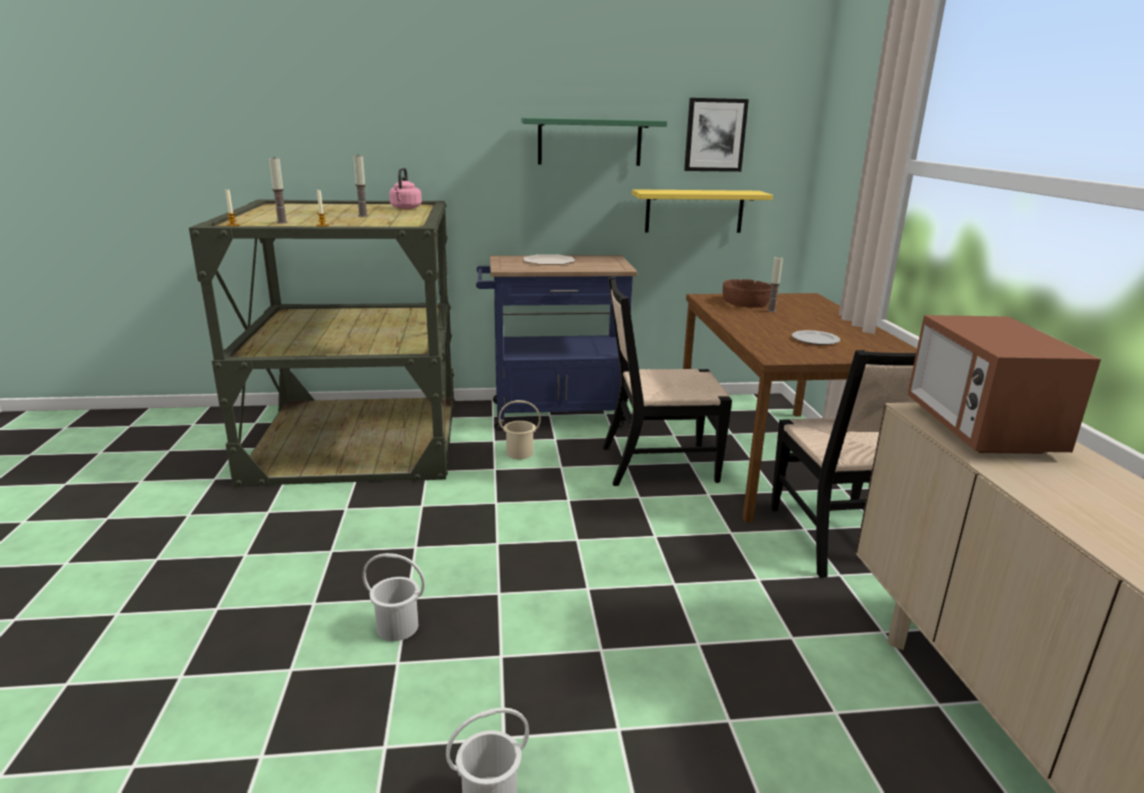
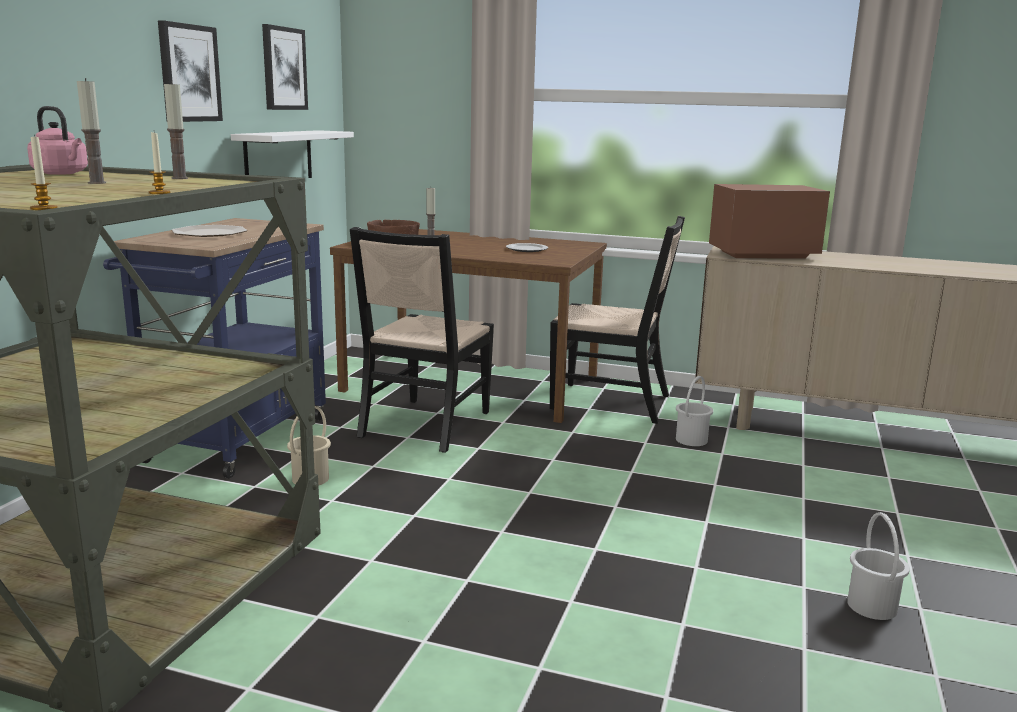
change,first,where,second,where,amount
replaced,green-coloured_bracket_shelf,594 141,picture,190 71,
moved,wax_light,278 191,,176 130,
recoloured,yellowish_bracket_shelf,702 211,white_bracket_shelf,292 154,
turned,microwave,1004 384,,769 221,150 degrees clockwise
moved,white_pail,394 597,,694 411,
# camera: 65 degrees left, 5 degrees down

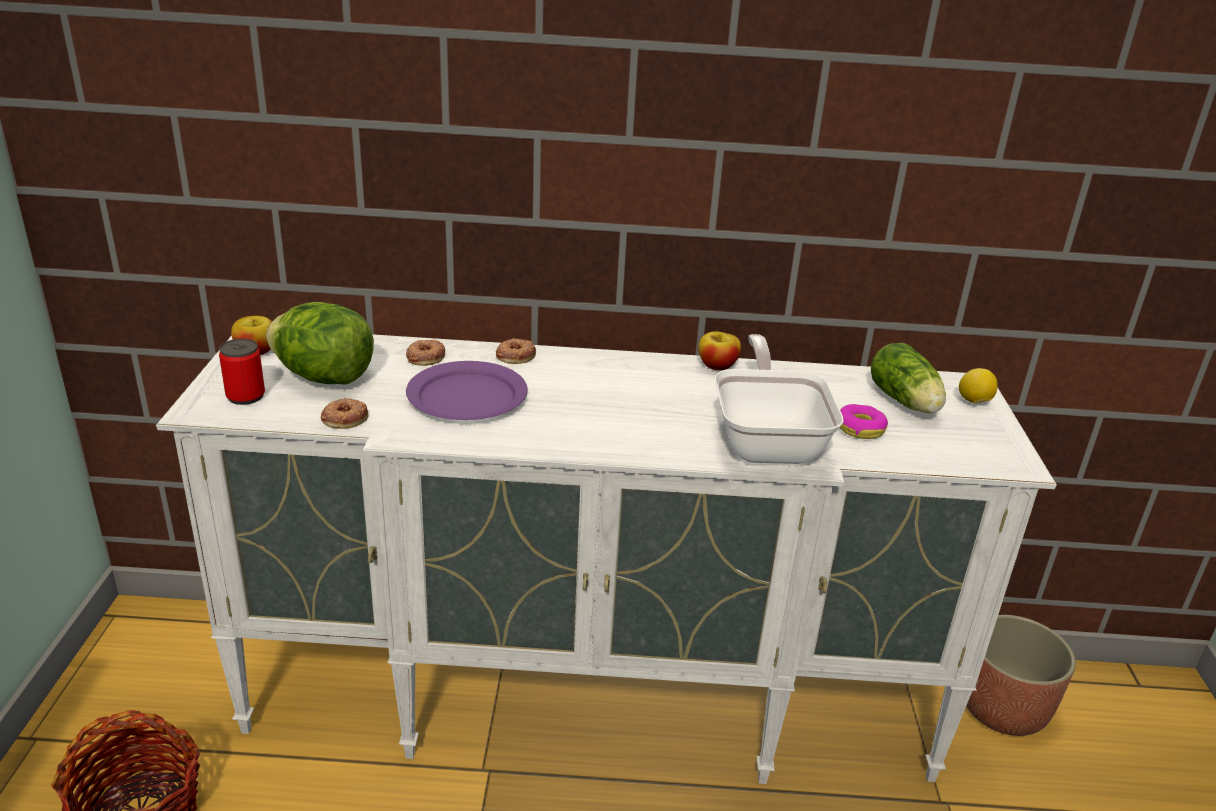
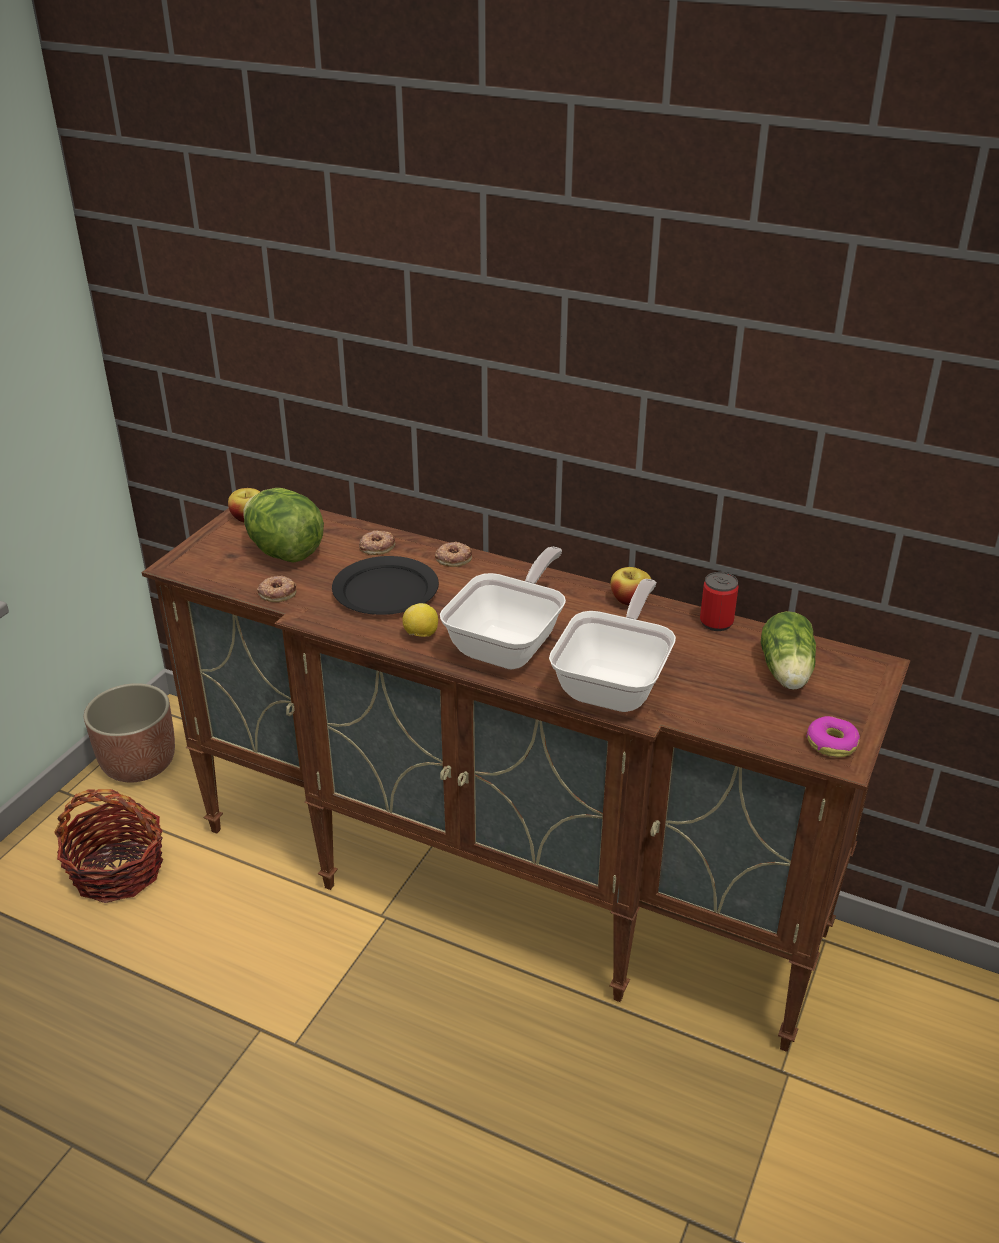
change,first,where,second,where,amount
recoloured,white_cupboard,606 559,brown-coloured_cupboard,526 780,
moved,sealed_can,242 372,,719 601,
recoloured,purplish_flat_dish,467 390,black_flat_dish,385 585,
moved,lemon,978 385,,420 620,
moved,doughnut,864 421,,833 736,
moved,flower_pot,1021 675,,129 732,
added,,,pan,503 608,
# camera: 25 degrees right, 5 degrees up

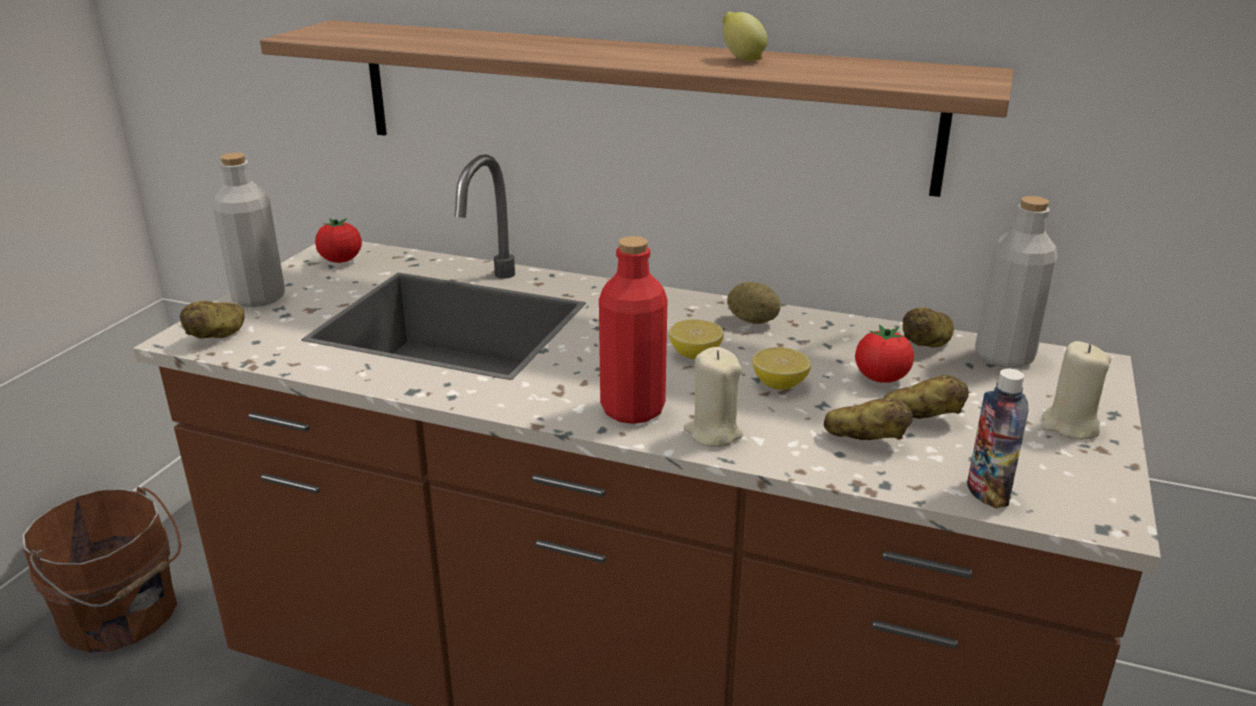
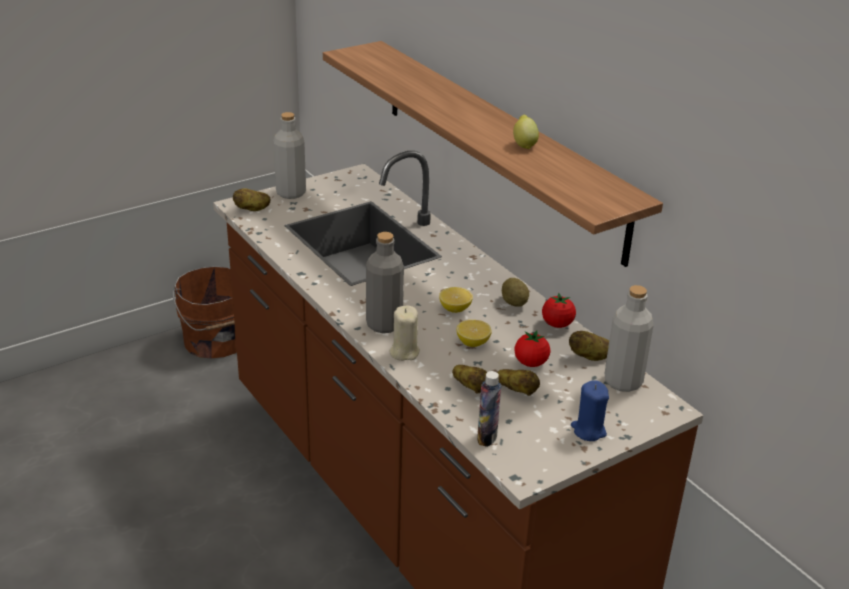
change,first,where,second,where,amount
moved,whole_tomato,338 240,,559 310,
recoloured,red-coloured_beverage_bottle,633 330,grey_beverage_bottle,385 282,
recoloured,beige_wax_light,1076 390,bluish_wax_light,590 411,
# camera: 35 degrees right, 5 degrees up

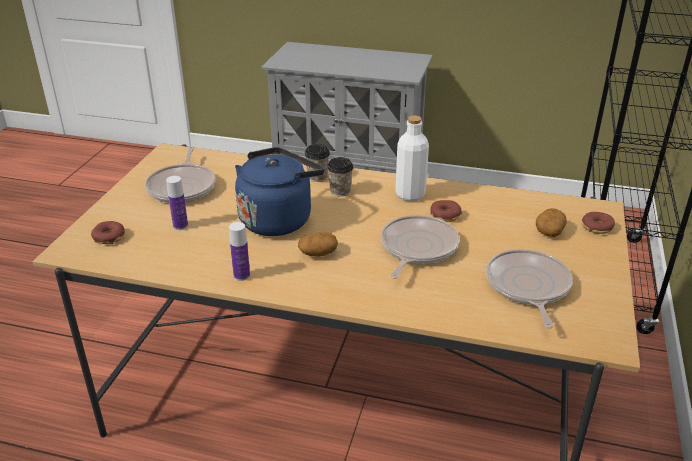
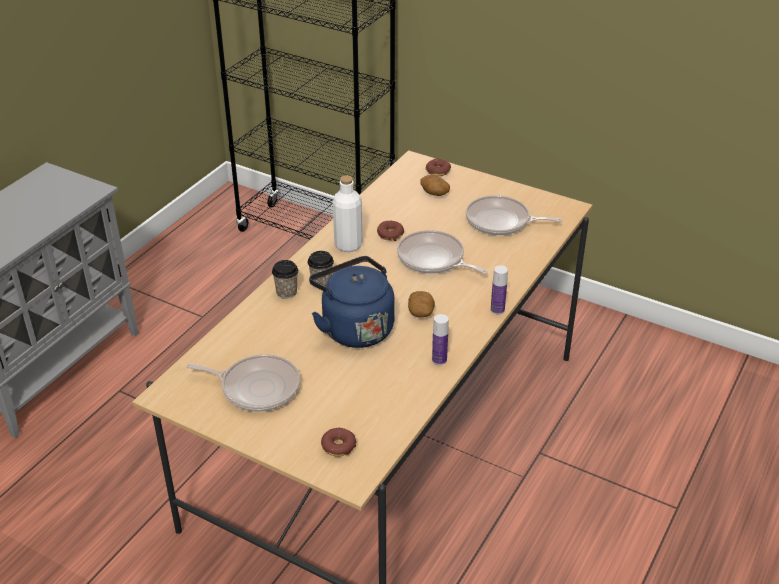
change,first,where,second,where,amount
moved,beverage_bottle,177 203,,499 290,
# camera: 75 degrees left, 5 degrees up

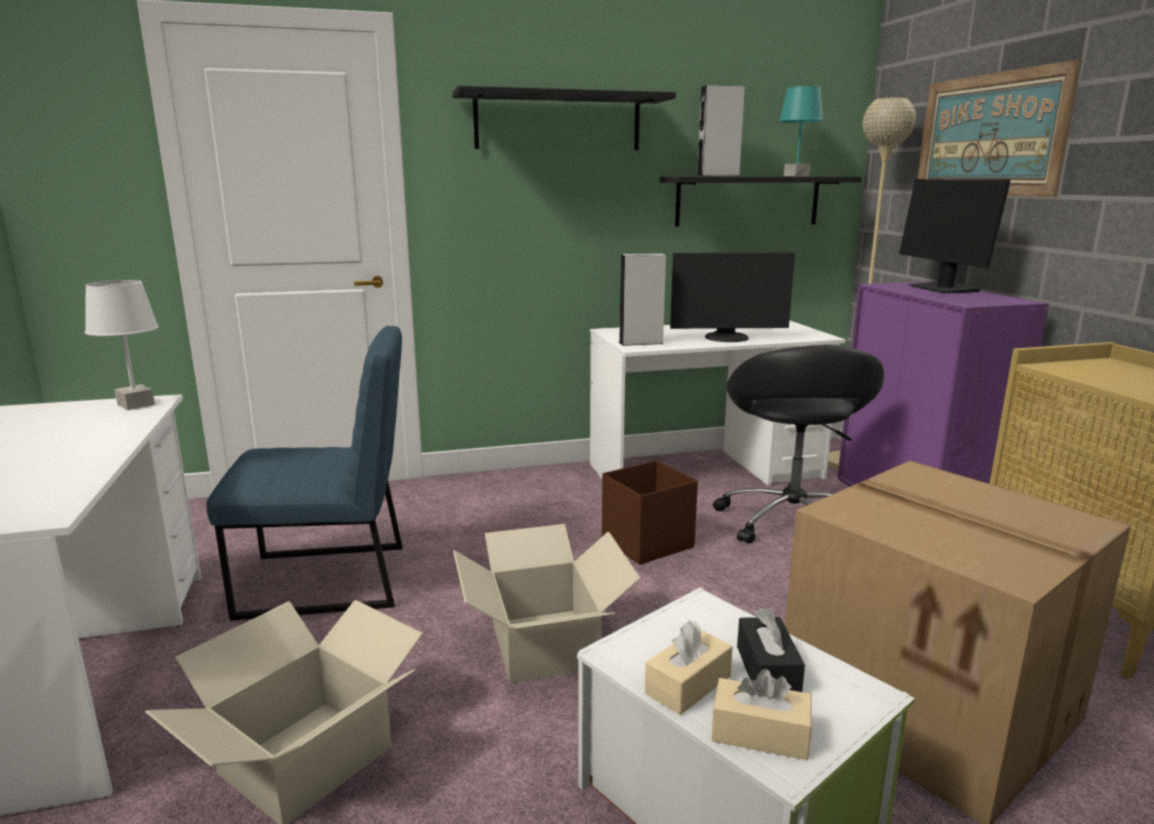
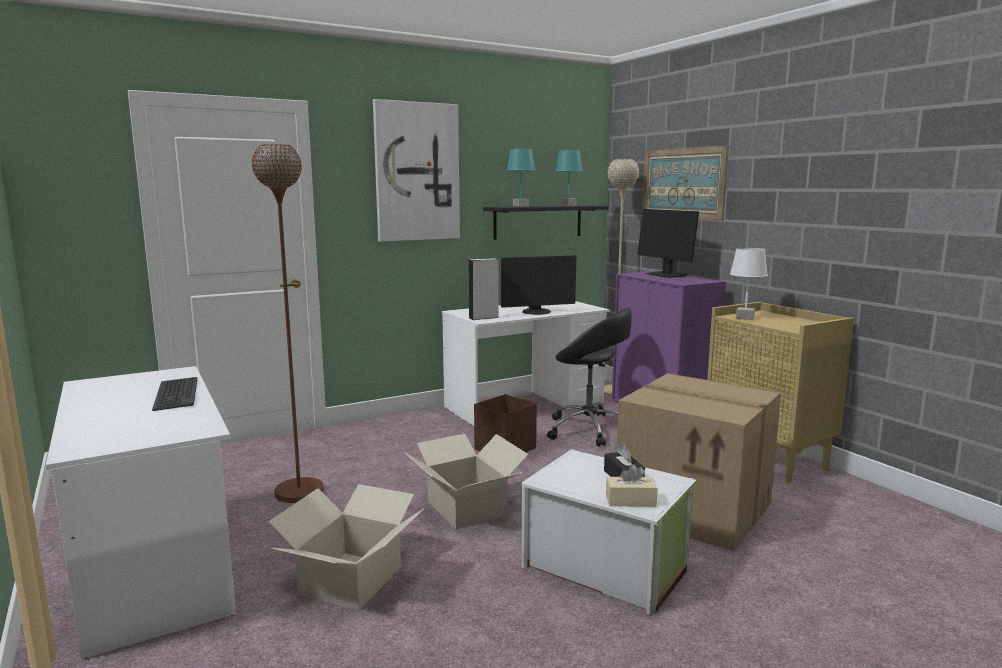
change,first,where,second,where,amount
replaced,grey_speaker,721 130,blue-green_tabletop_lamp,521 178,
replaced,black_bracket_shelf,564 118,picture,416 170,
moved,white_tabletop_lamp,122 345,,749 284,
replaced,bluish_plain_chair,305 473,brown-coloured_floor_lamp,288 323,
turned,black_computer_chair,798 444,,589 377,45 degrees counterclockwise
removed,beige_tissue_holder,689 667,,,
added,,,keyboard,175 394,
# camera: 15 degrees left, 5 degrees down

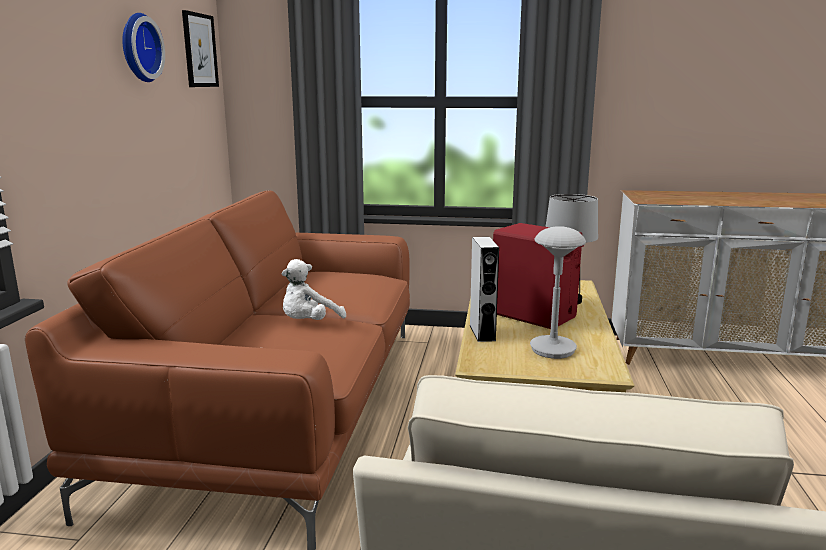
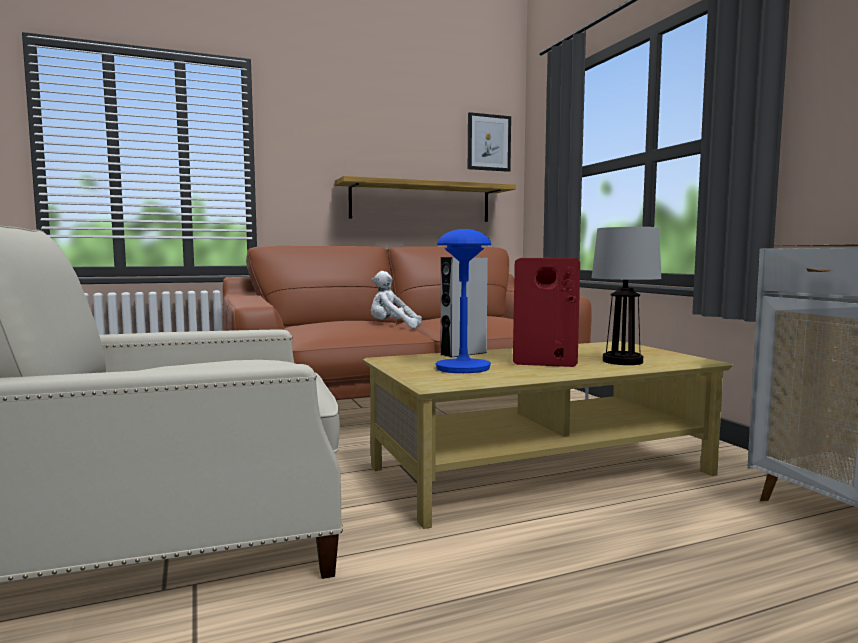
change,first,where,second,where,amount
removed,clock_on_the_wall,143 47,,,
recoloured,grey_tabletop_lamp,558 292,bluish_tabletop_lamp,463 301,
added,,,bracket_shelf,425 199,
# camera: 60 degrees right, 10 degrees down

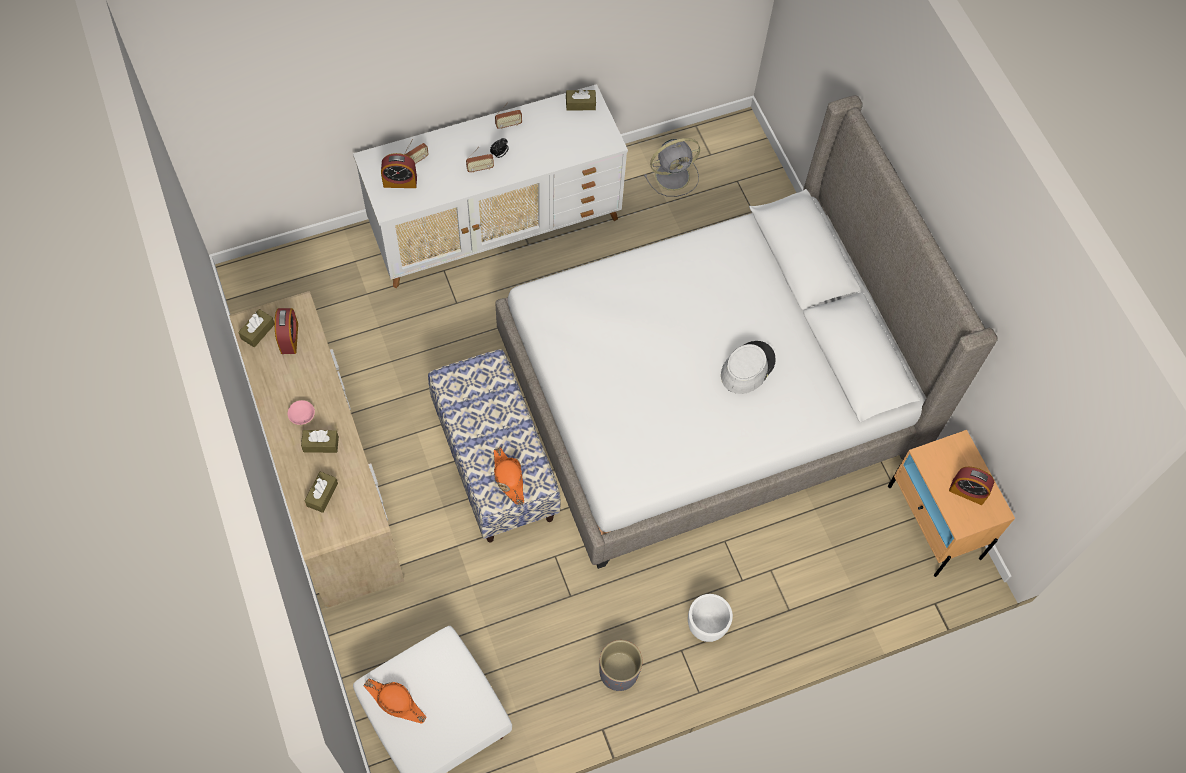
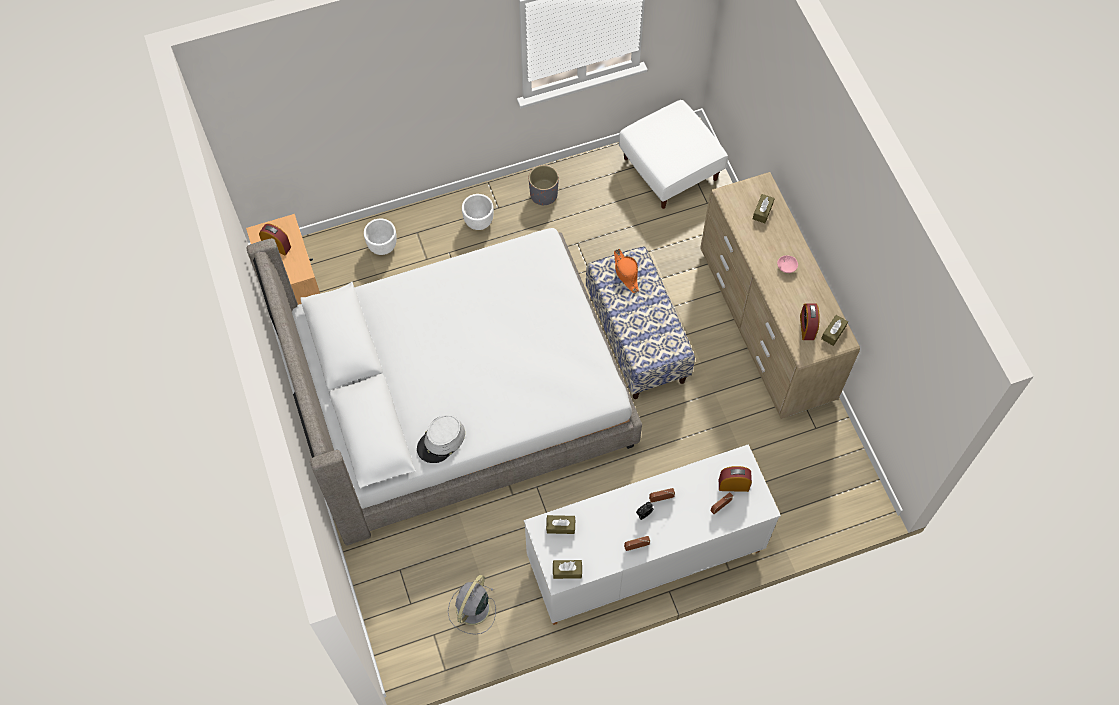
change,first,where,second,where,amount
turned,grey_cooling_fan,672 167,,472 605,45 degrees counterclockwise
moved,grey_hat,748 367,,441 439,
moved,brown-coloured_tissue_holder,320 441,,560 524,
removed,orangey_hat,395 701,,,
added,,,white_flower_pot,380 236,
# camera: 175 degrees left, 0 degrees up

